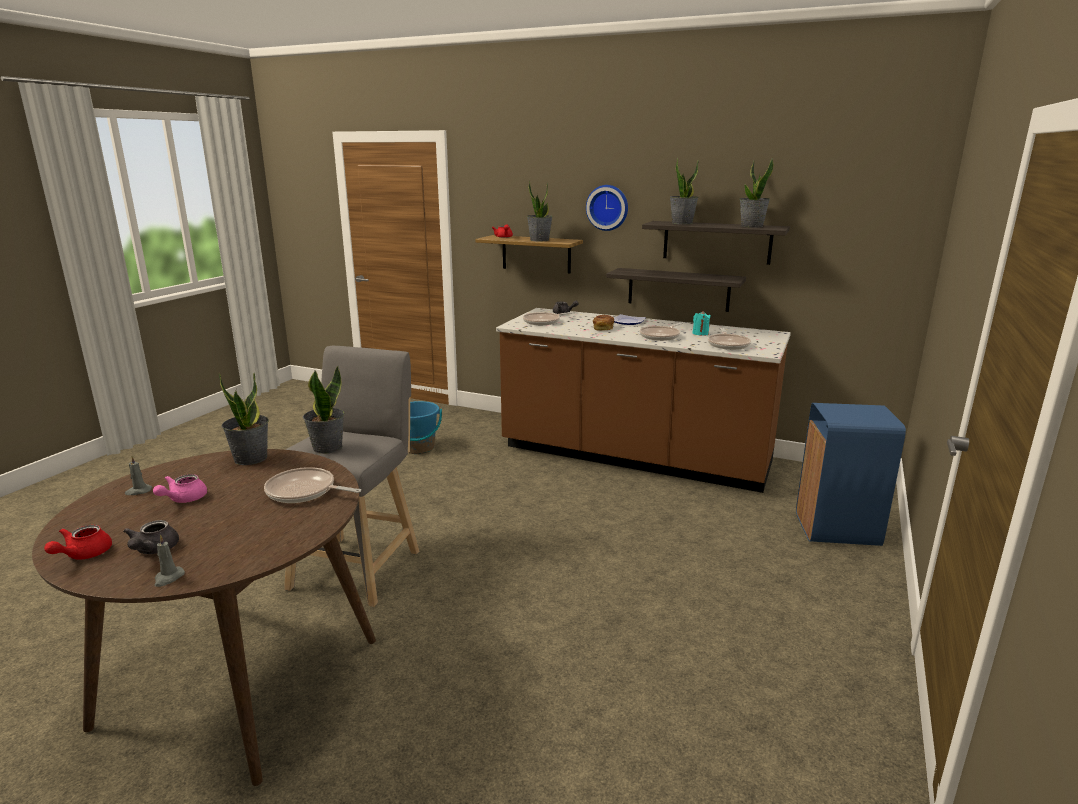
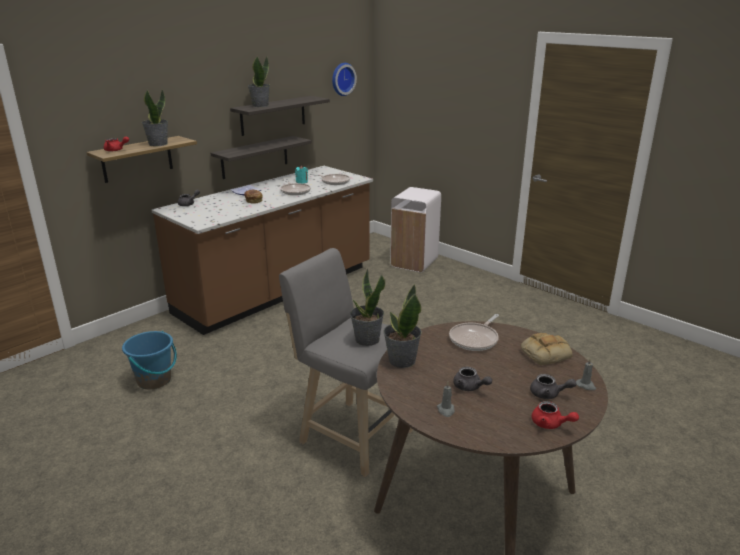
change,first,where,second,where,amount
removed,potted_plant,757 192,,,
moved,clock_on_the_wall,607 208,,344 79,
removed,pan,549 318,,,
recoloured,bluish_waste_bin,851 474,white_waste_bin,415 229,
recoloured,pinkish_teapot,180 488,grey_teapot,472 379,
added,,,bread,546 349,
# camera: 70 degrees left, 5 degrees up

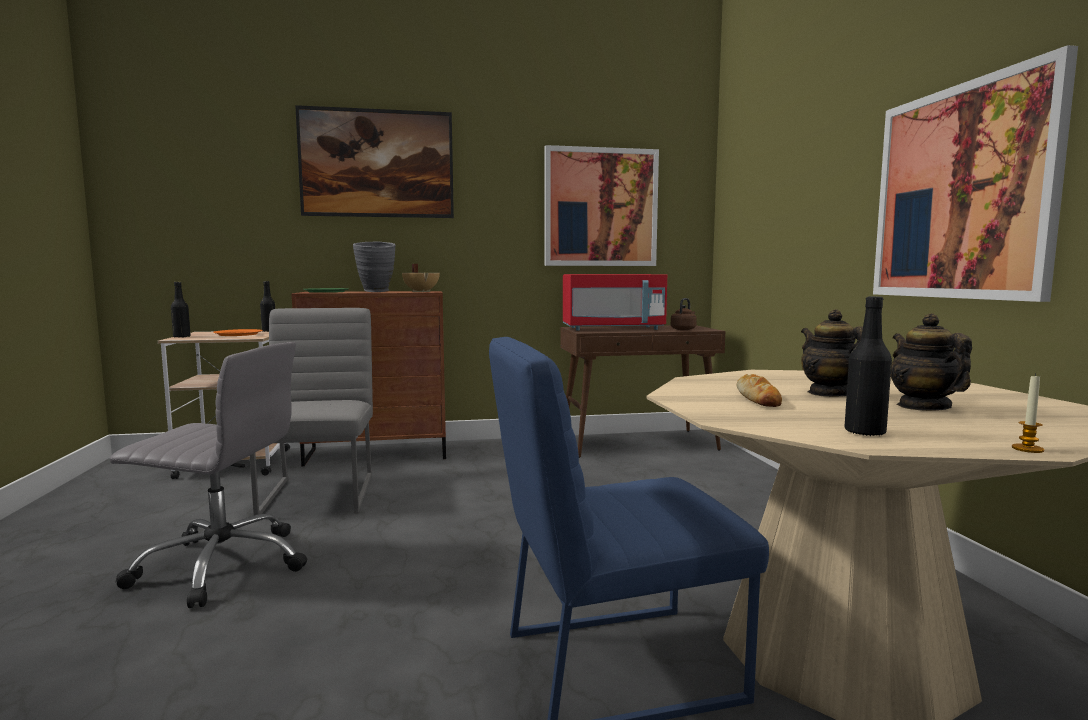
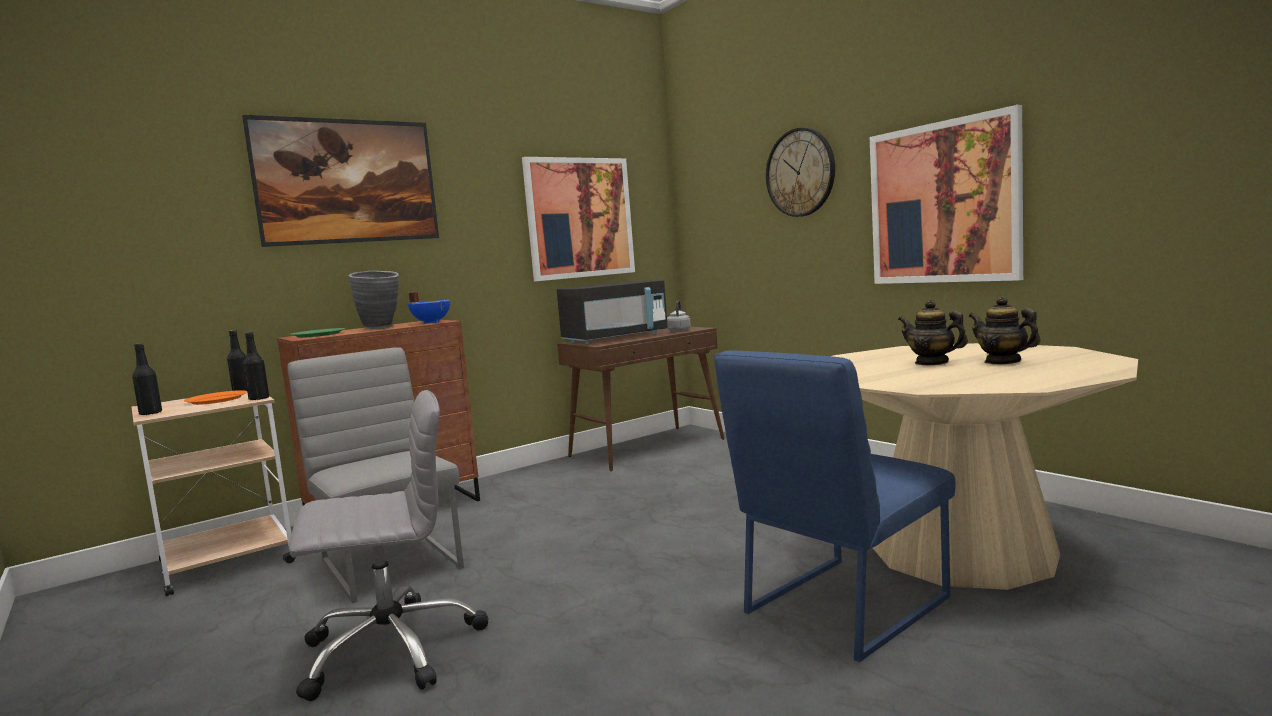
change,first,where,second,where,amount
recoloured,beige_stockpot,421 278,bluish_stockpot,429 308,
recoloured,red-coloured_microwave,615 302,black_microwave,612 312,
moved,black_beverage_bottle,868 366,,256 366,
recoloured,brown-coloured_tea_kettle,684 314,grey_tea_kettle,679 316,
removed,wax_light,1028 413,,,
removed,bread,759 390,,,
added,,,clock_on_the_wall,800 172,
# camera: 25 degrees left, 0 degrees up

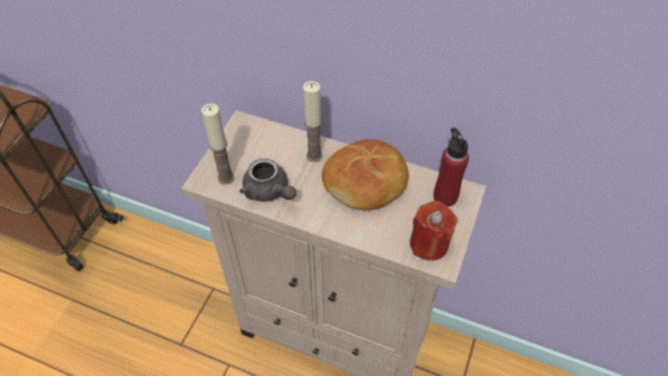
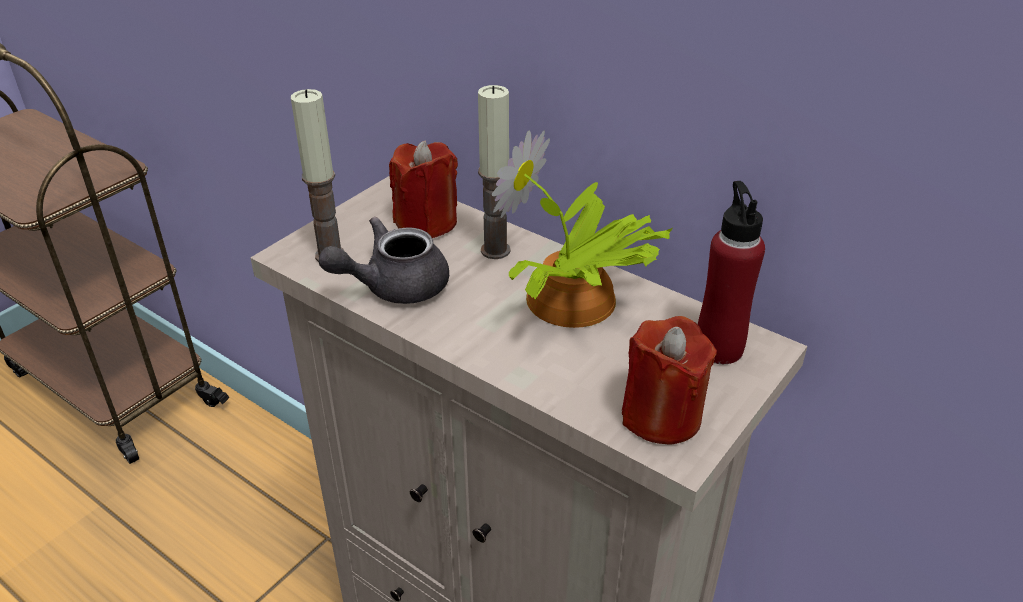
change,first,where,second,where,amount
replaced,bread,365 174,potted_plant,582 229,
turned,grey_teapot,268 180,,384 260,90 degrees clockwise
added,,,red-coloured_wax_light,423 189,
# camera: 15 degrees right, 15 degrees down

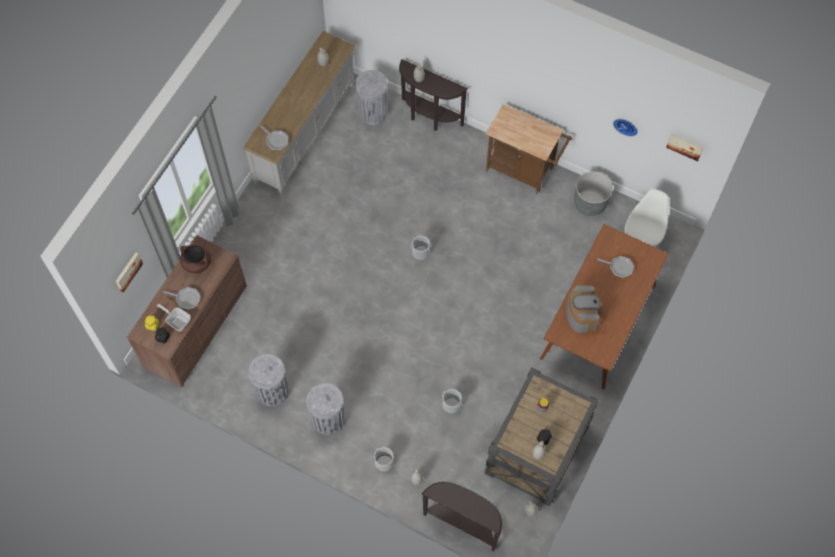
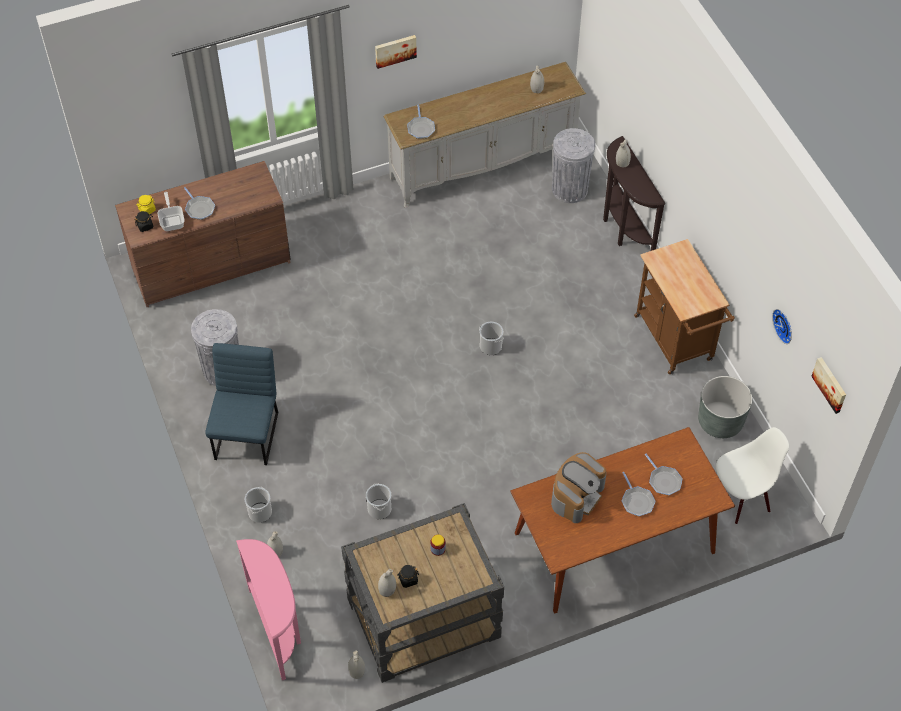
change,first,where,second,where,amount
removed,brown-coloured_stockpot,195 258,,,
moved,picture,129 272,,396 52,
replaced,grey_waste_bin,325 409,bluish_plain_chair,241 404,
recoloured,brown-coloured_hall_table,462 516,pinkish_hall_table,268 609,
added,,,pan,638 494,
# camera: 40 degrees right, 10 degrees down

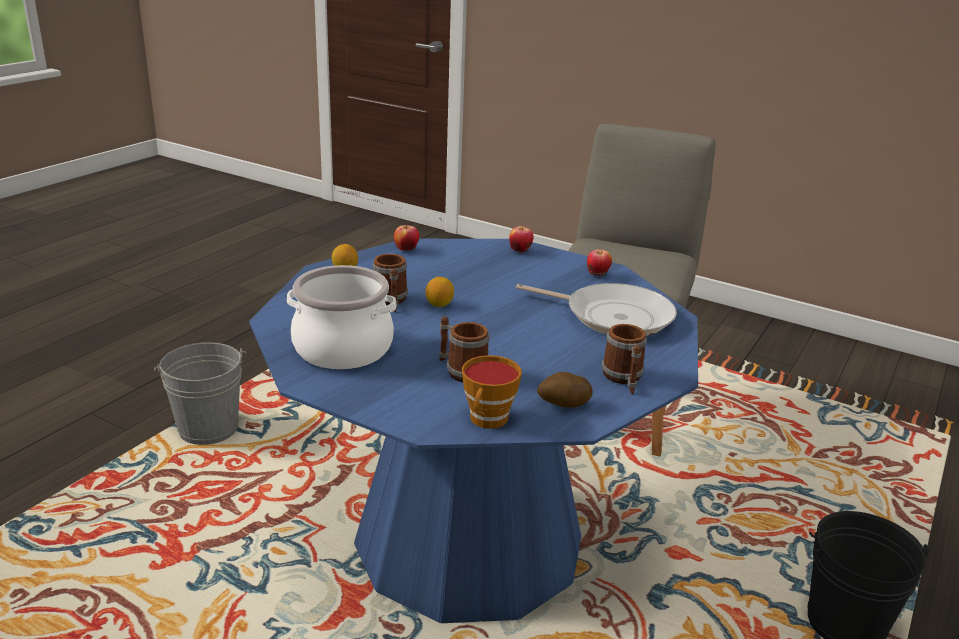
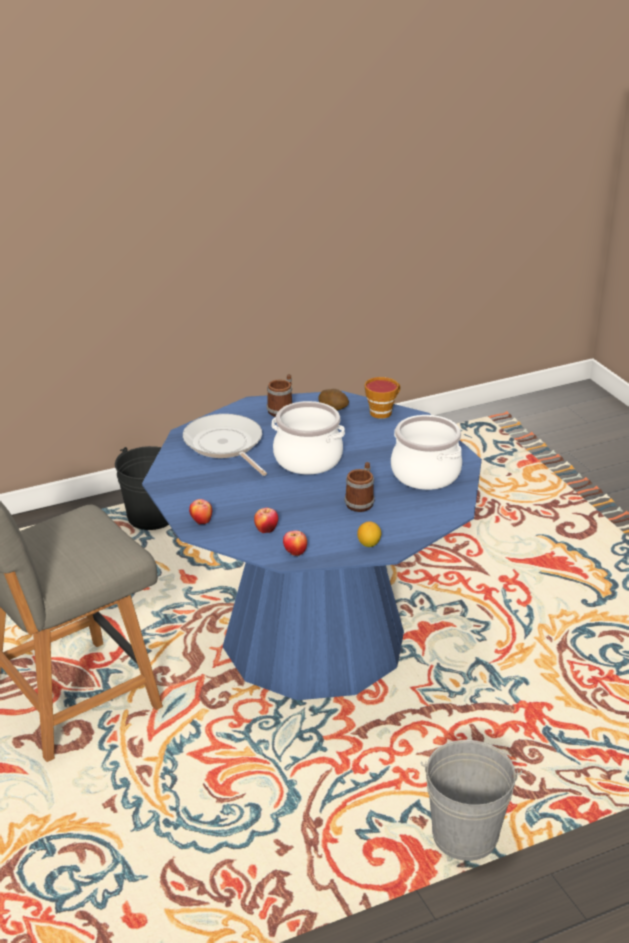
change,first,where,second,where,amount
moved,apple_fruit,599 262,,266 520,
removed,lemon,440 292,,,
removed,coffee_mug,464 349,,,
added,,,stockpot,308 437,
# camera: 145 degrees left, 5 degrees up

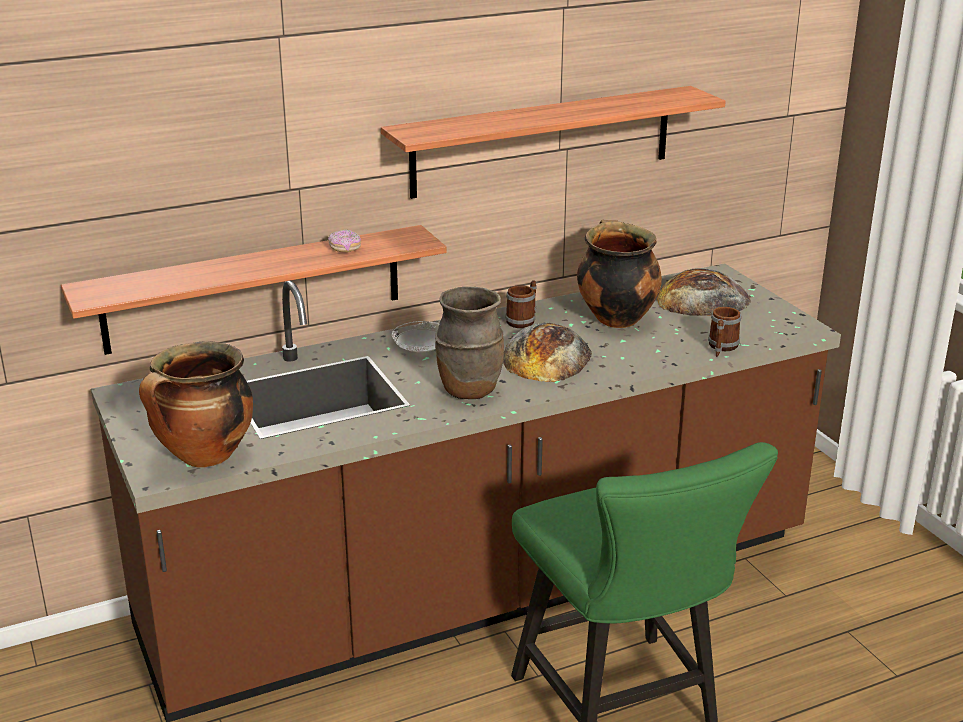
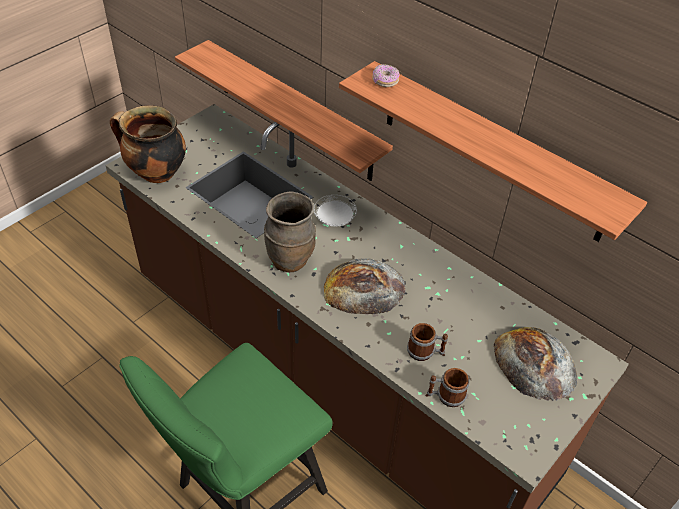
change,first,where,second,where,amount
removed,stockpot,619 274,,,
moved,doughnut,344 241,,385 75,
moved,coffee_mug,521 304,,427 342,
# camera: 65 degrees right, 20 degrees up

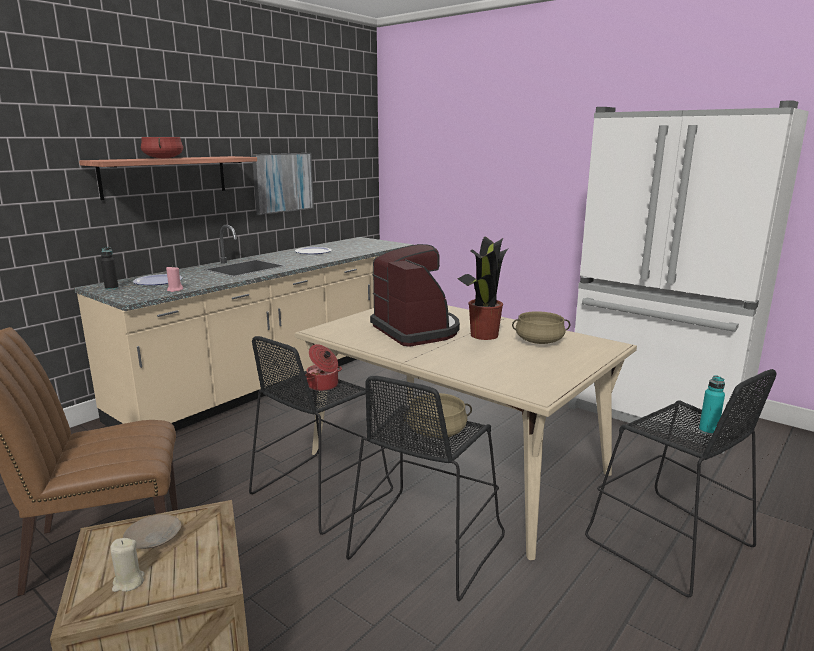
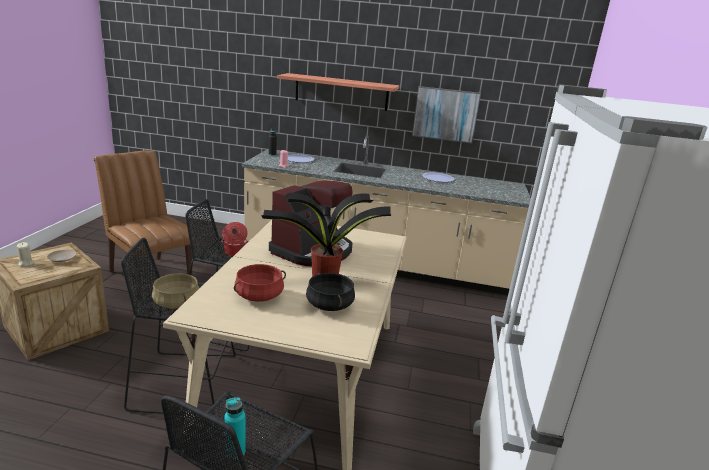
change,first,where,second,where,amount
moved,red-coloured_stockpot,162 148,,260 283,
recoloured,beige_stockpot,541 327,black_stockpot,330 292,
# camera: 60 degrees right, 5 degrees up

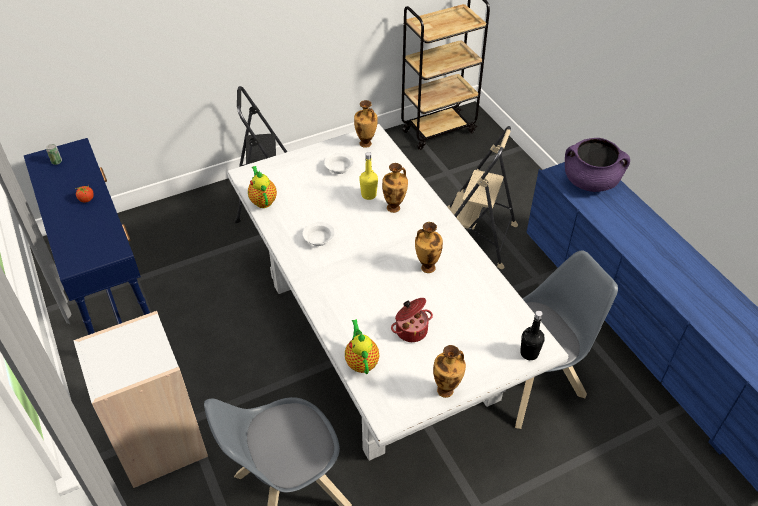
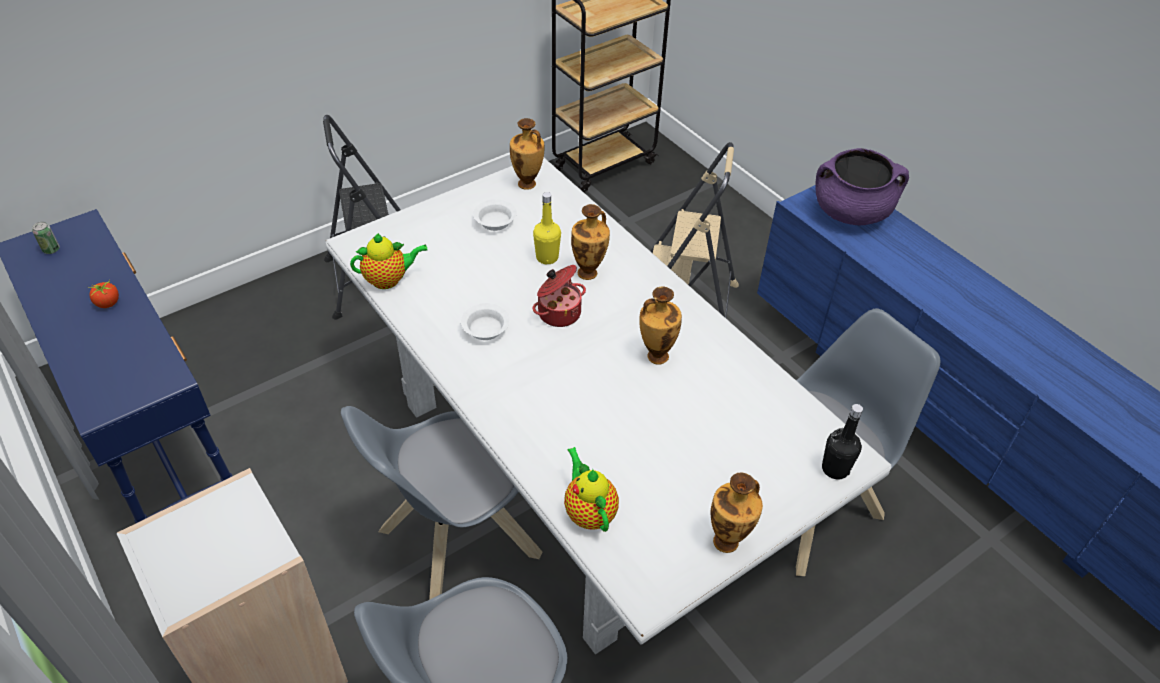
change,first,where,second,where,amount
turned,teapot,262 187,,388 261,105 degrees clockwise
moved,stockpot,412 320,,559 296,
added,,,grey_plain_chair,441 503,
# camera: 10 degrees left, 0 degrees up

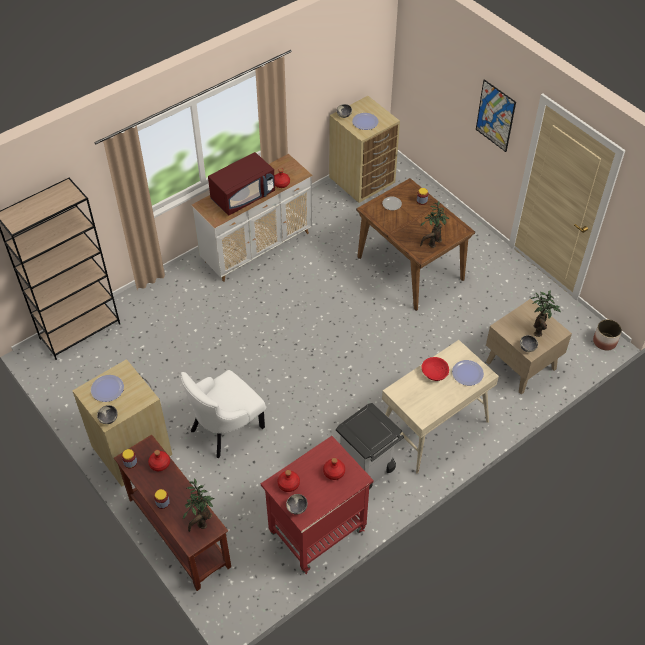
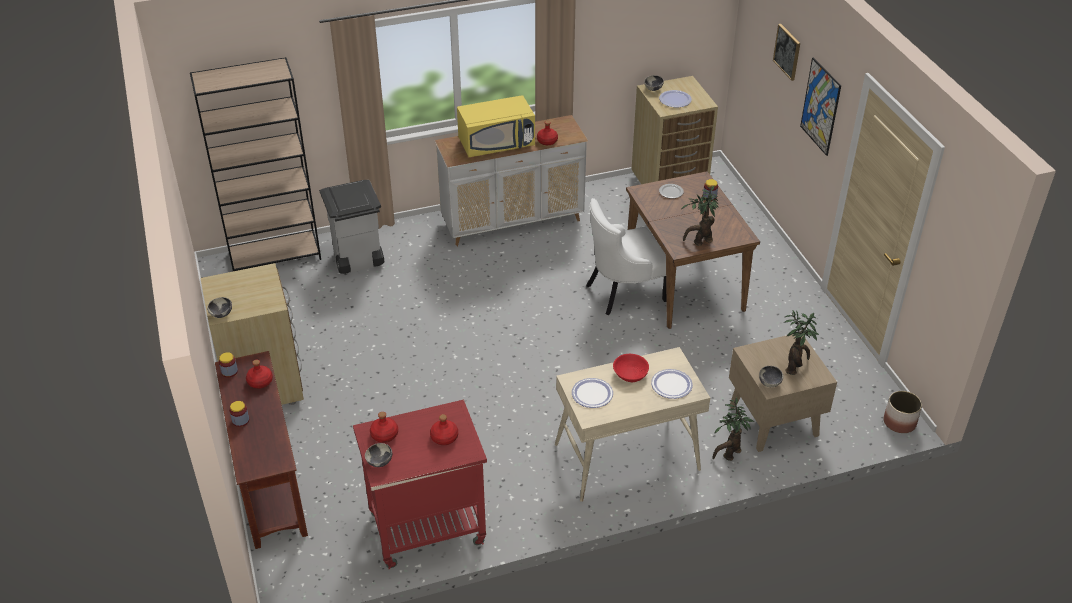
change,first,where,second,where,amount
recoloured,red-coloured_microwave,241 184,yellowish_microwave,496 126,
moved,white_plain_chair,223 414,,626 256,
moved,flat_dish,107 388,,592 393,
moved,grey_waste_bin,370 446,,351 227,
moved,potted_plant,199 505,,733 429,
added,,,picture,786 52,
# camera: 20 degrees right, 10 degrees down

